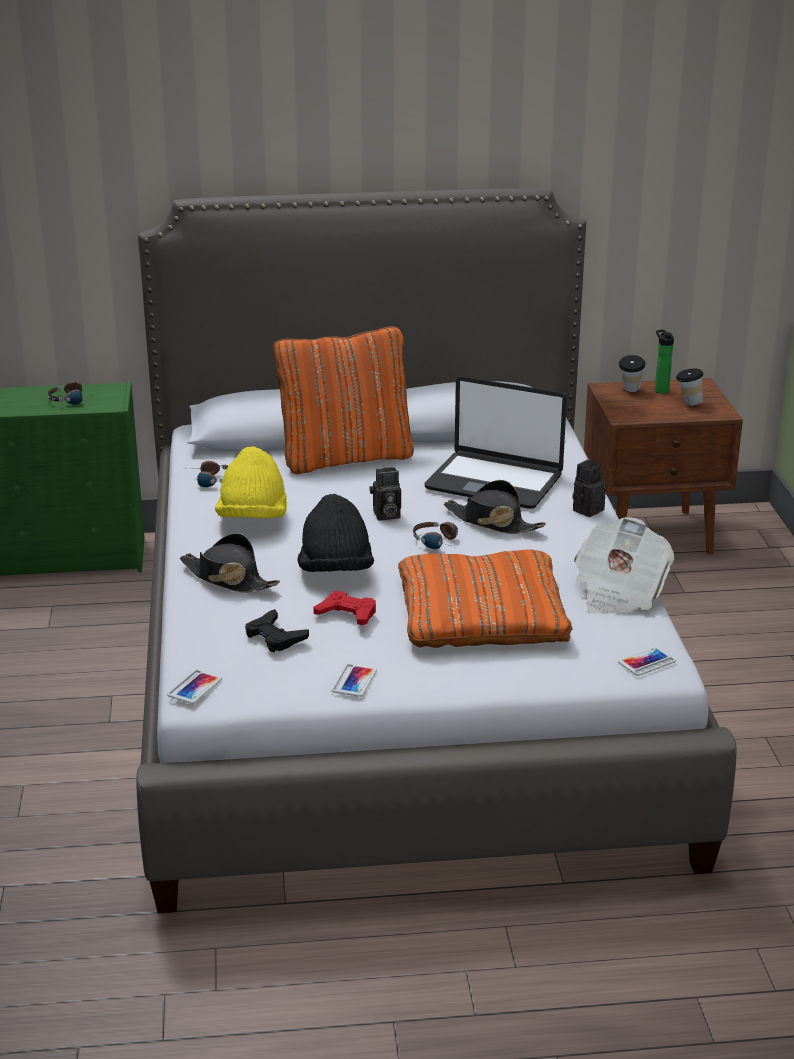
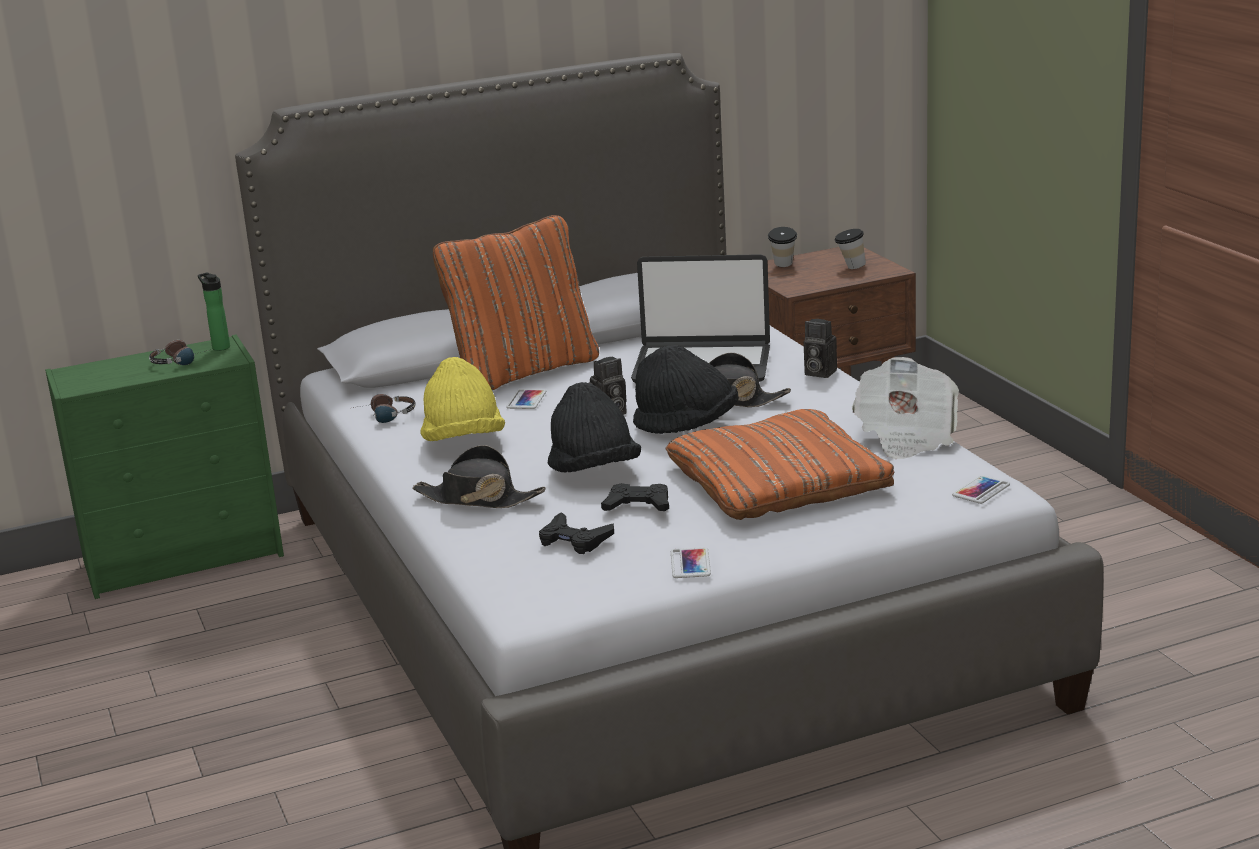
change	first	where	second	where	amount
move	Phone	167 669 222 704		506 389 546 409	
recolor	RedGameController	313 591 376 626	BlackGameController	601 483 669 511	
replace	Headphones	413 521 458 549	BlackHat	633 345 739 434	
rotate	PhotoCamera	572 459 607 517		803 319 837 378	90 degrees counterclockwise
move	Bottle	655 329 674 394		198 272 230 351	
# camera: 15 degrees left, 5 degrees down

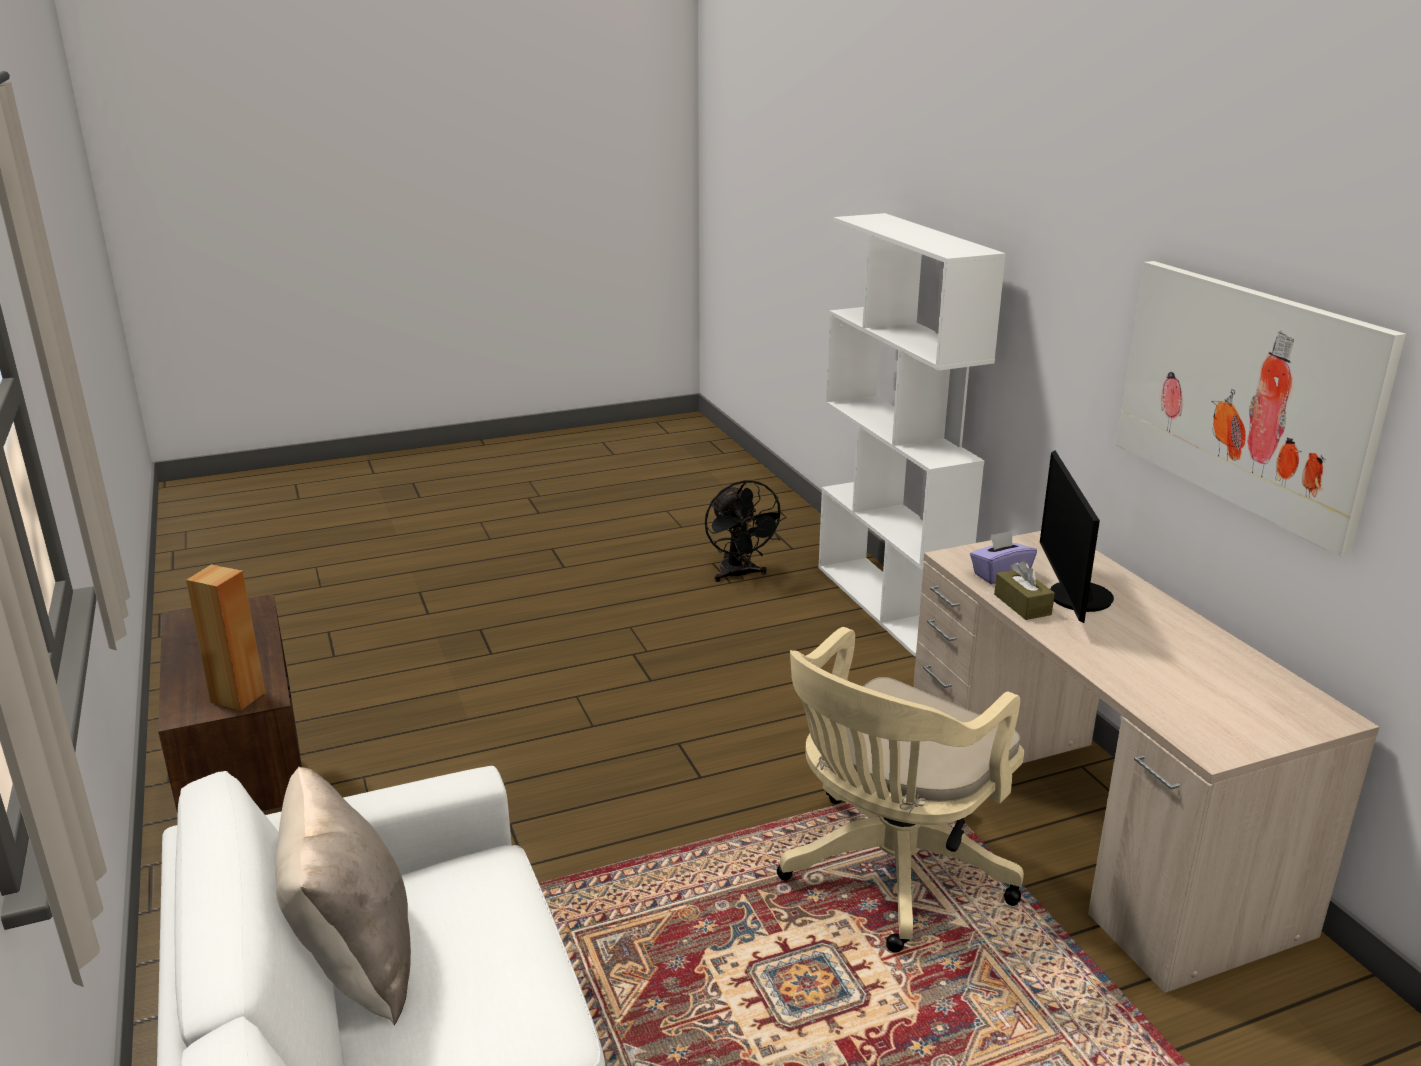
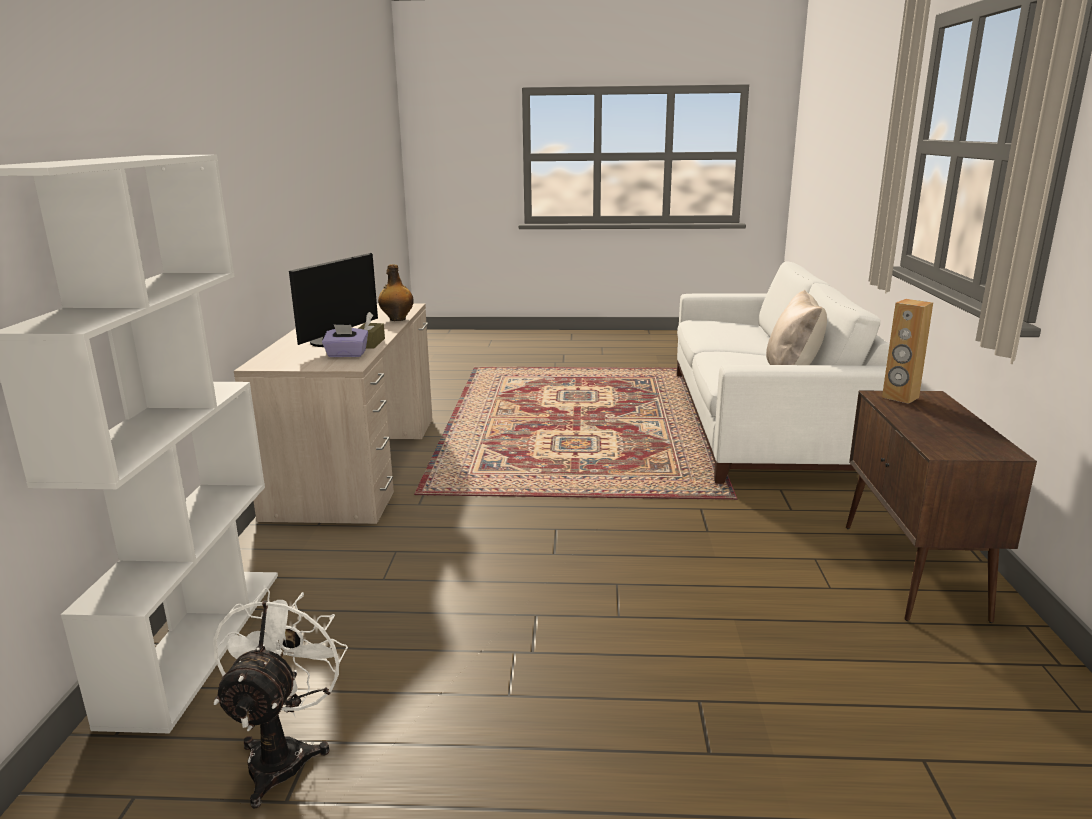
change	first	where	second	where	amount
recolor	BlackFan	705 480 786 582	WhiteFan	213 588 348 809	
delete	BeigeOfficeChair	777 627 1024 953			
delete	Picture	1116 261 1406 556			
insert			Bottle	378 264 414 321	
# camera: 155 degrees left, 5 degrees down

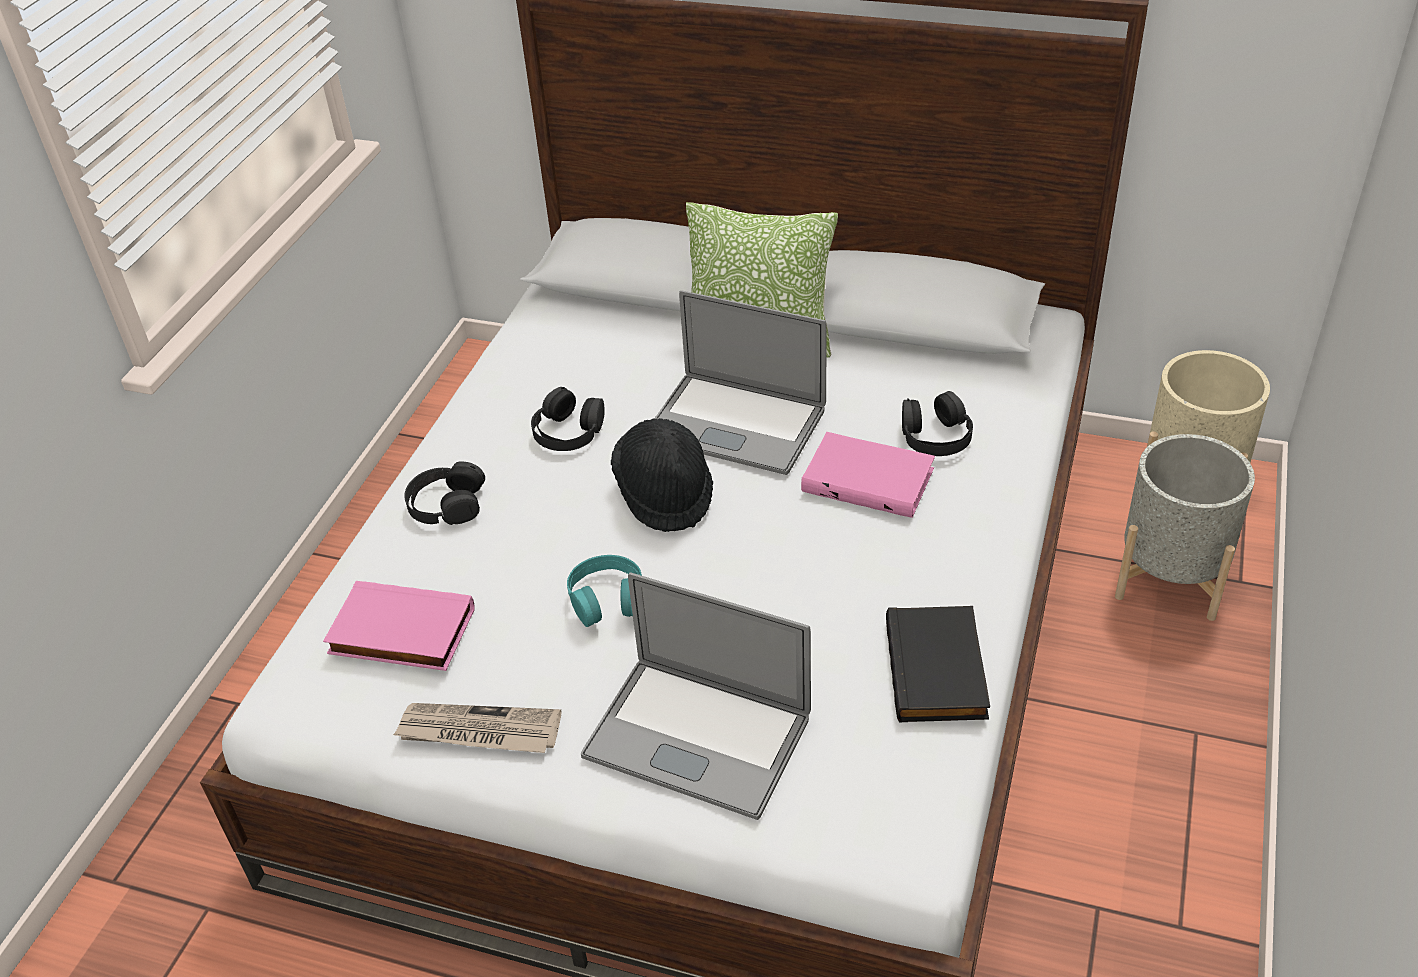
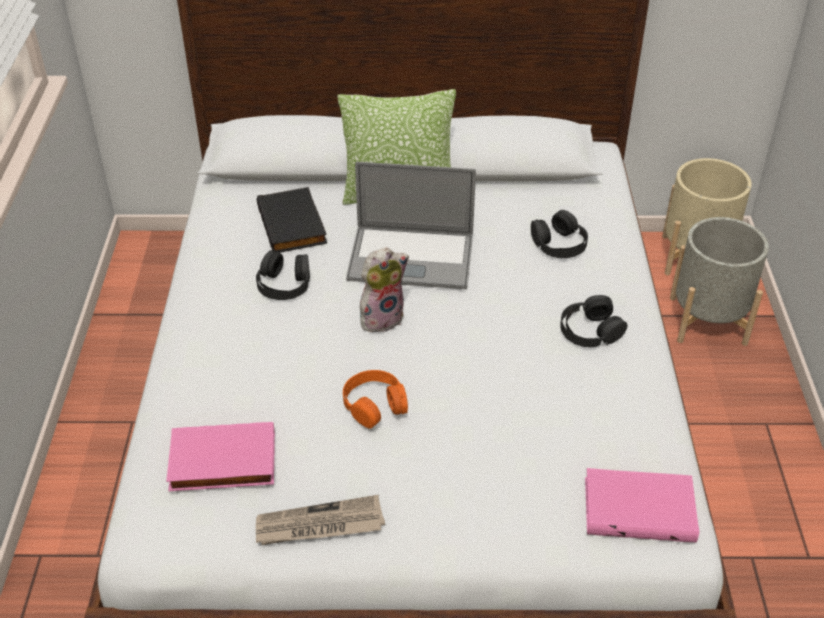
change	first	where	second	where	amount
move	BlackHeadphones	404 461 485 525		560 295 627 347	
recolor	TurquoiseHeadphones	567 555 642 627	OrangeHeadphones	343 370 408 429	
delete	Laptop	581 572 811 820			
replace	BlackHat	611 418 713 532	PlushToy	360 247 409 335	
move	PinkBook	801 432 935 518		585 468 699 542	
move	BlackBook	886 606 990 722		257 187 327 253	
# camera: 20 degrees left, 0 degrees up

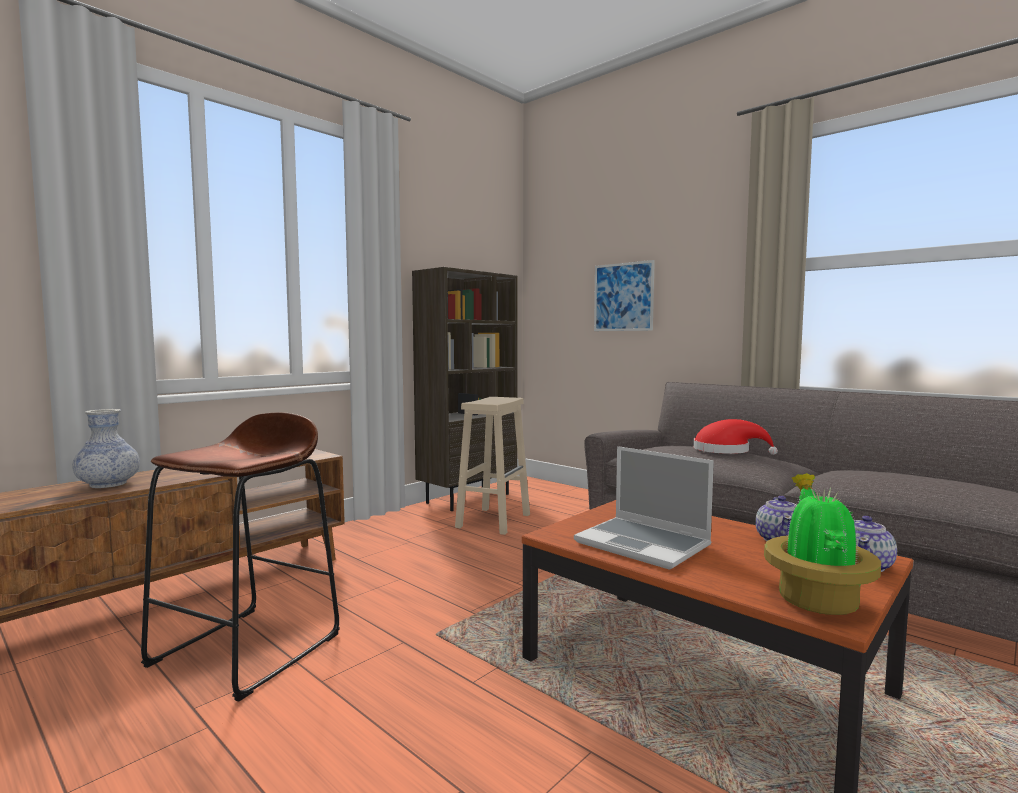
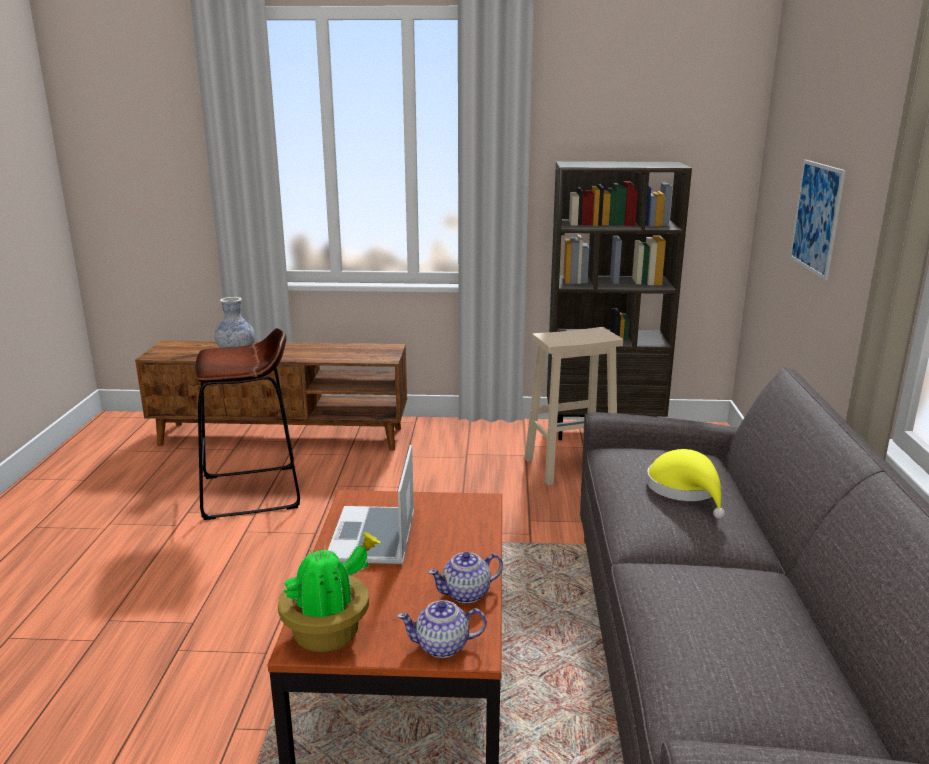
change	first	where	second	where	amount
recolor	RedHat	693 419 778 455	YellowHat	647 449 725 519	
# camera: 50 degrees right, 15 degrees up

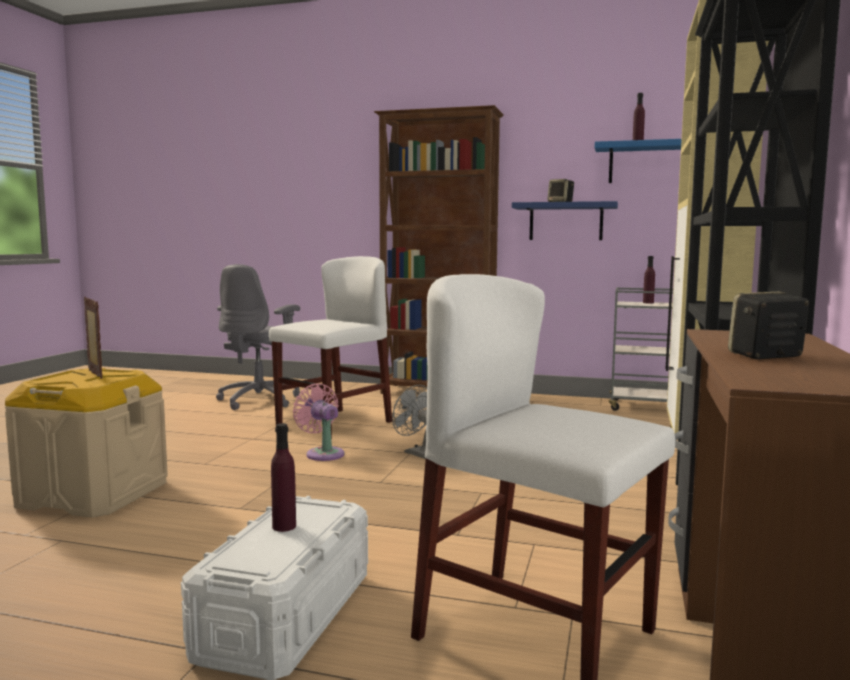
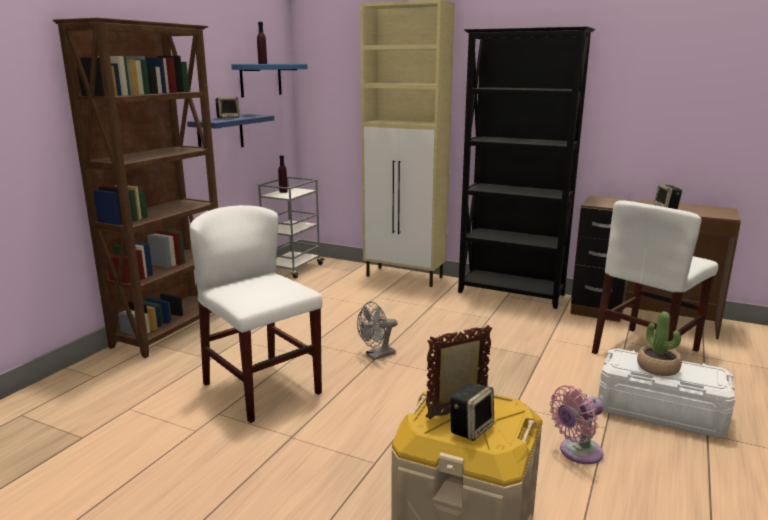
change	first	where	second	where	amount
delete	GreyOfficeChair	216 264 300 410			
replace	PurpleBottle	271 423 296 532	PottedPlant	637 311 682 376	
move	PinkFan	293 383 344 461		549 385 603 464	
insert			Speaker	450 382 494 441	
# camera: 80 degrees left, 10 degrees up

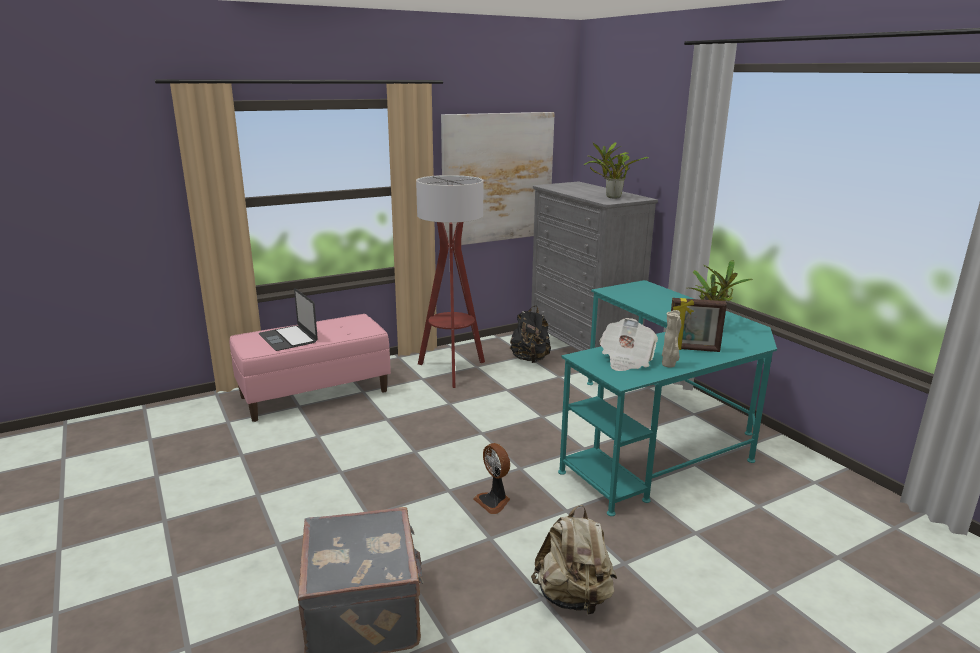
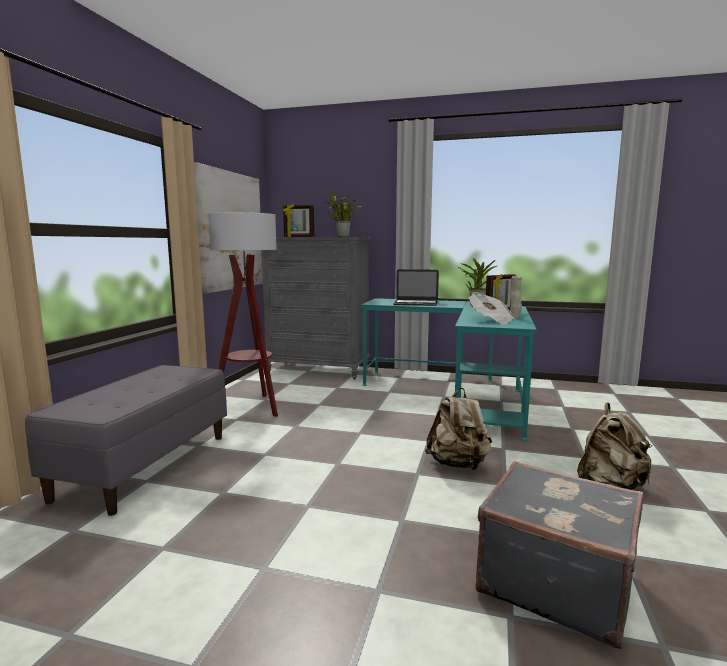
change	first	where	second	where	amount
recolor	PinkBench	230 314 391 422	GreyBench	25 365 227 516	
move	Laptop	259 288 318 351		393 269 439 306	
replace	Fan	473 443 510 514	BeigeBackpack	425 388 492 470	
delete	BlackBackpack	510 306 551 363			
insert			PictureFrame	283 204 314 237	
# camera: 45 degrees left, 10 degrees down

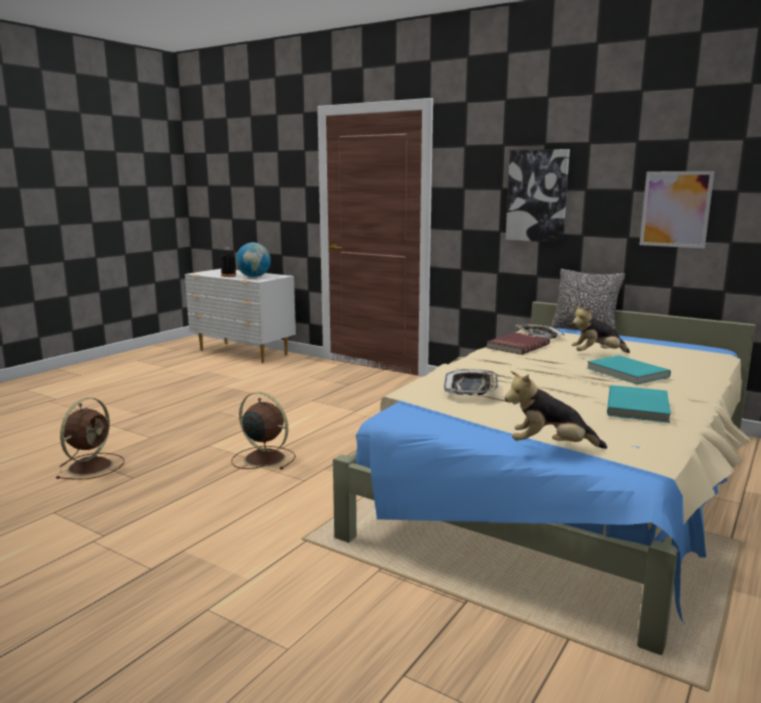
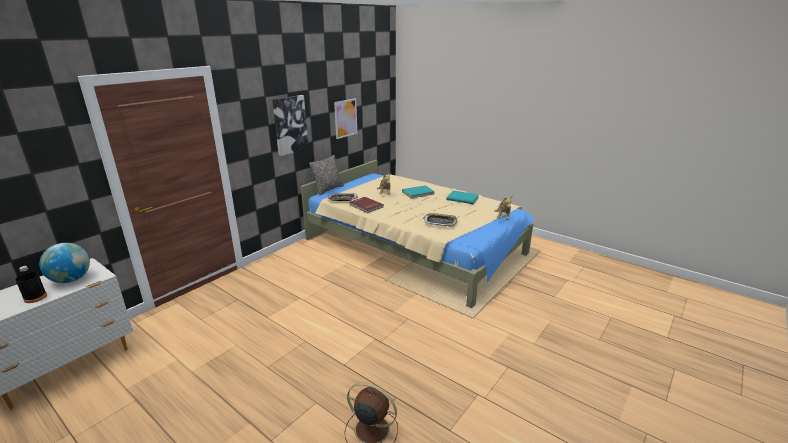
change	first	where	second	where	amount
delete	BrownFan	231 392 296 470			
# camera: 85 degrees left, 10 degrees up

